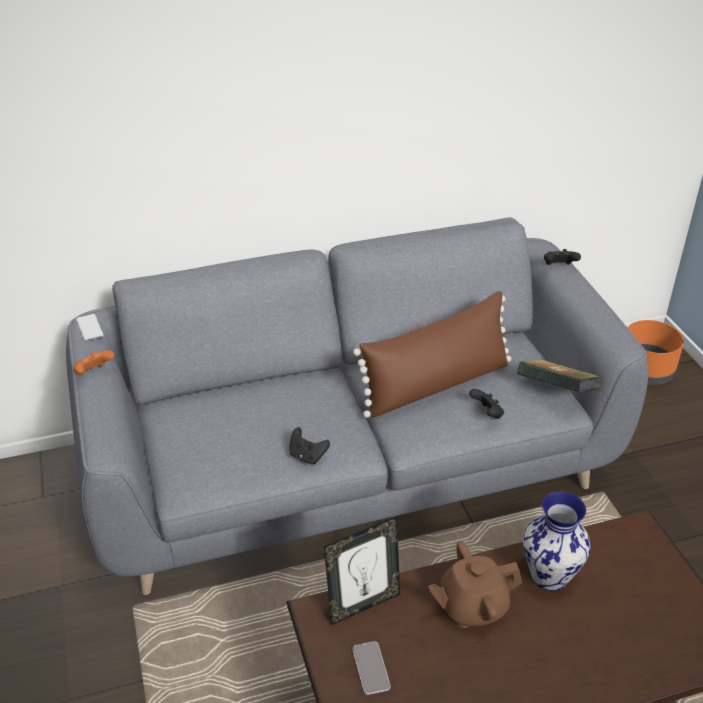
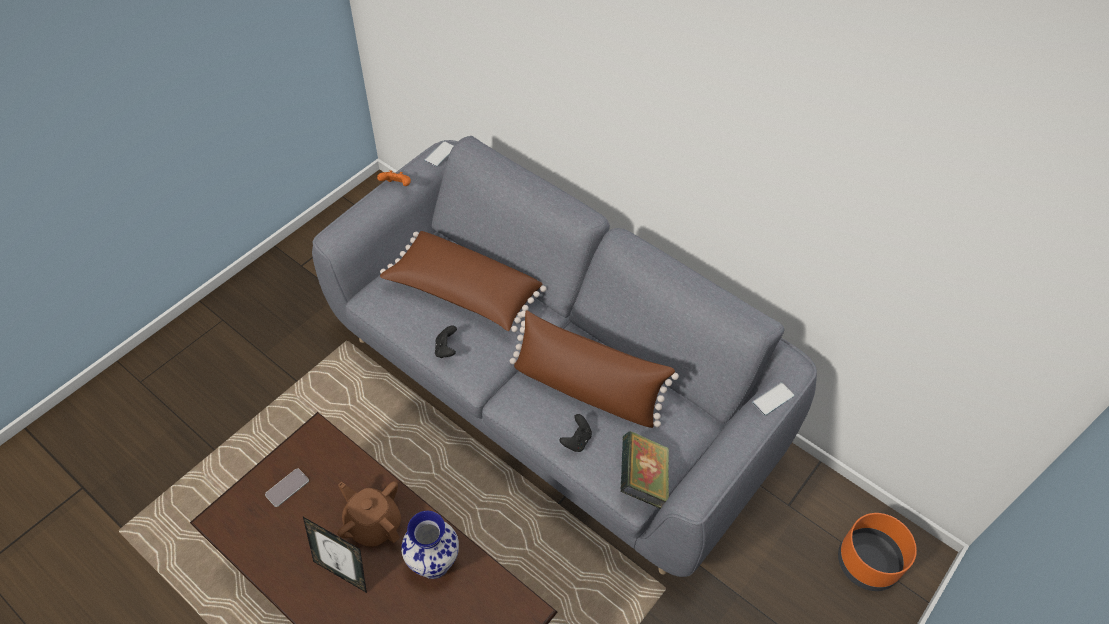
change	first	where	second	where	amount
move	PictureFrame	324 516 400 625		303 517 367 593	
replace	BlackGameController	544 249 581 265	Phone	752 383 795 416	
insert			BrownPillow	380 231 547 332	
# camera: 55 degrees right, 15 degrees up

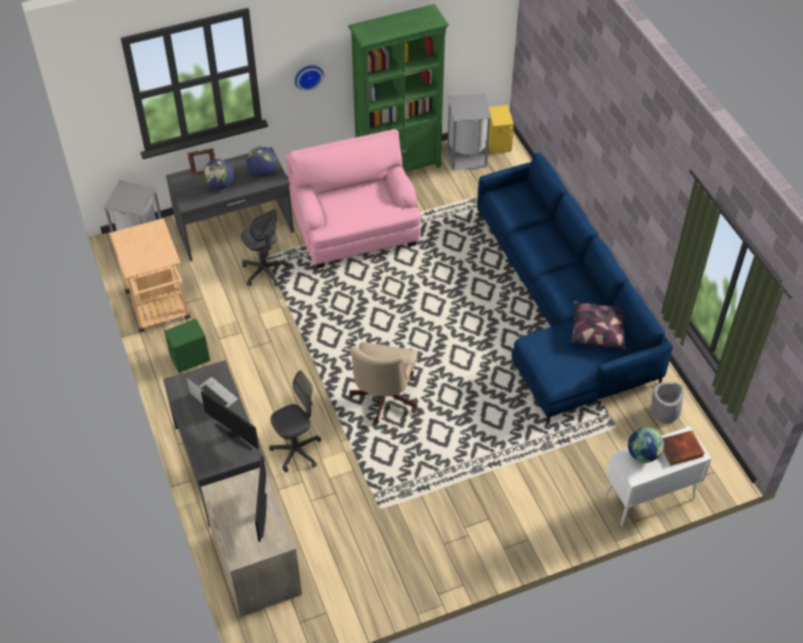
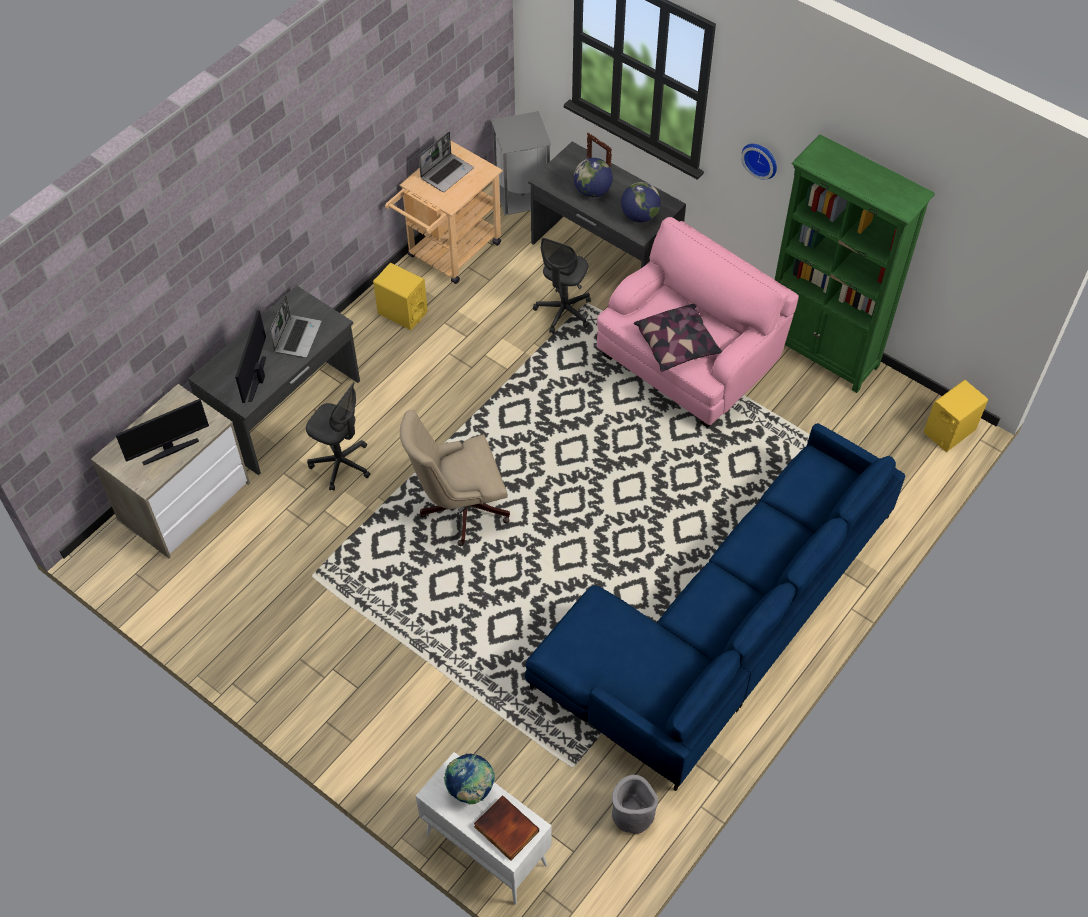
change	first	where	second	where	amount
recolor	GreenSpeaker	164 319 210 373	YellowSpeaker	373 263 427 330	
delete	GreyTrashCan	446 93 492 170			
move	Pillow	571 301 626 349		634 303 723 372	
insert			Laptop	419 132 474 192	
# camera: 60 degrees right, 5 degrees up

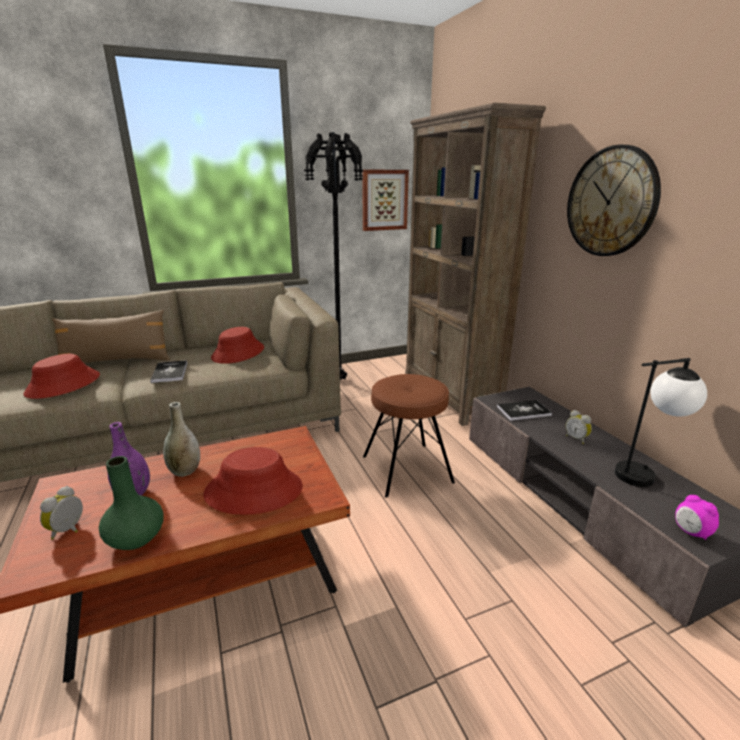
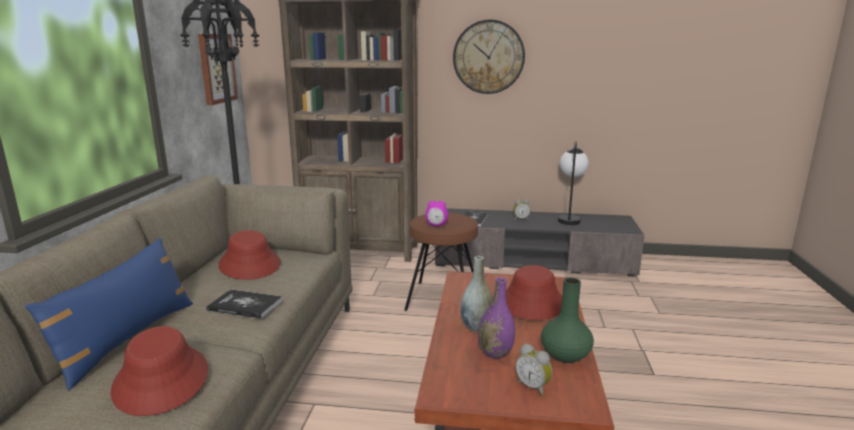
change	first	where	second	where	amount
recolor	BrownPillow	52 310 170 363	BluePillow	25 238 193 391	
move	AlarmClock	675 495 719 540		425 201 448 226	
# camera: 60 degrees left, 5 degrees down

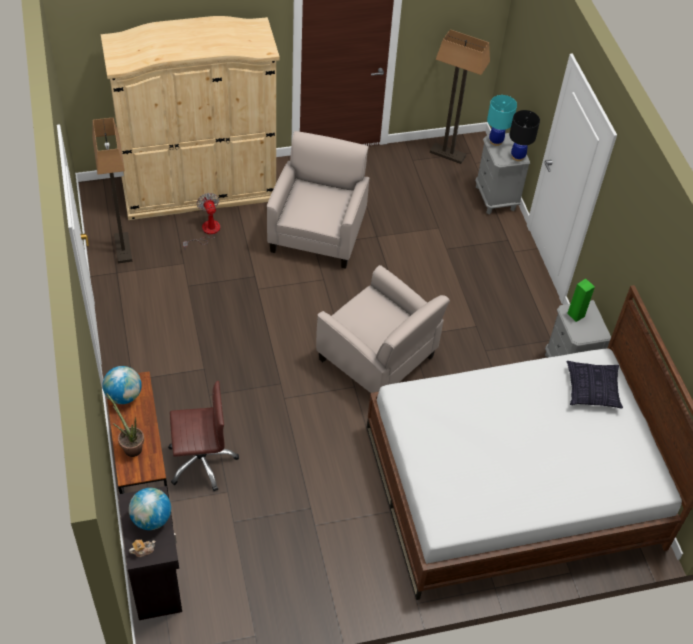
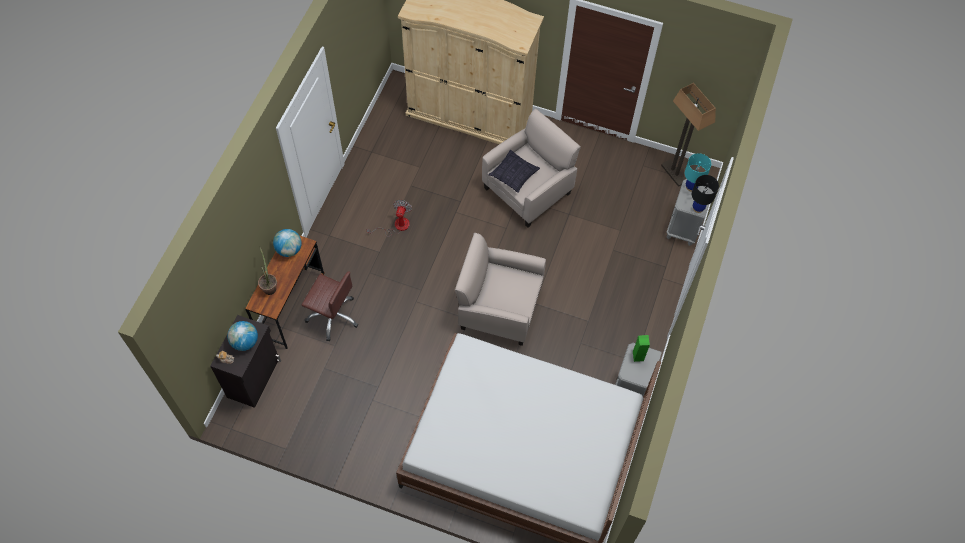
change	first	where	second	where	amount
delete	FloorLamp	92 117 132 264			
move	Fan	183 193 220 249		366 200 412 237	
rotate	BeigeArmchair	316 265 450 393		455 233 546 346	120 degrees clockwise
move	Pillow	567 361 623 408		488 150 540 193	
# camera: 35 degrees right, 10 degrees up

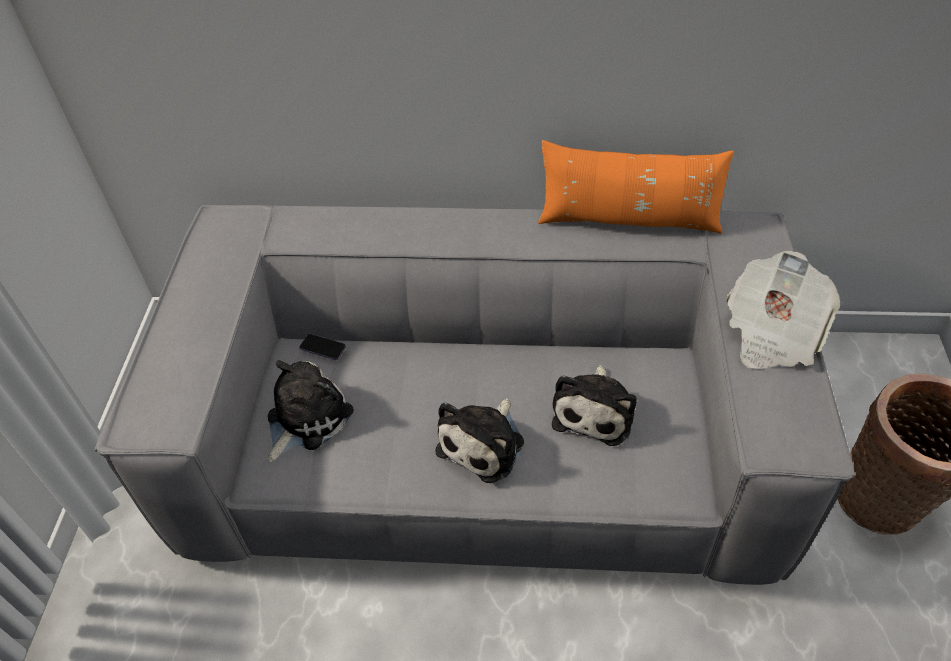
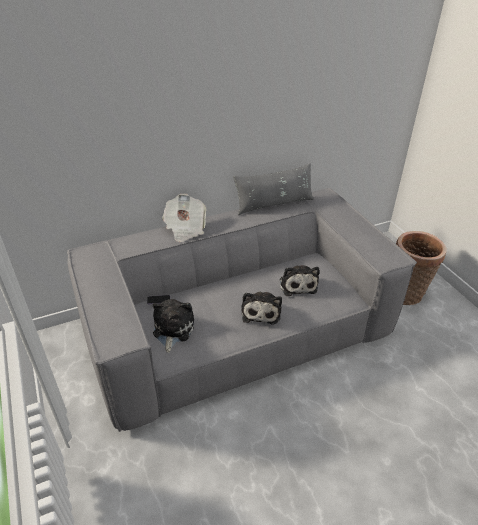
change	first	where	second	where	amount
recolor	OrangePillow	538 140 734 233	GreyPillow	233 163 314 215	
move	Newspaper	726 251 840 369		162 194 206 242	
# camera: 30 degrees left, 10 degrees down

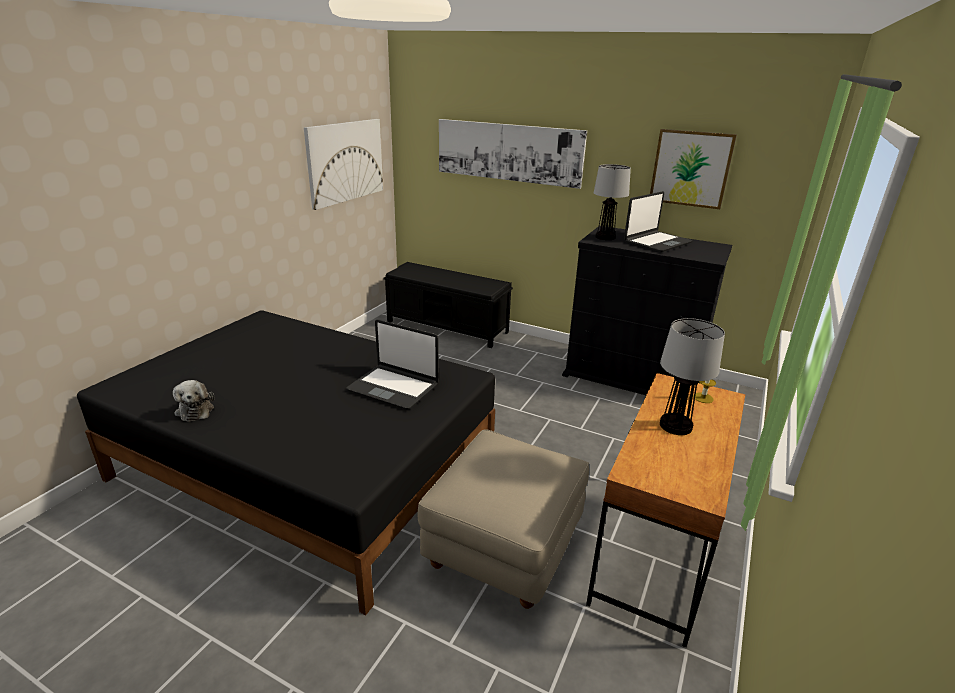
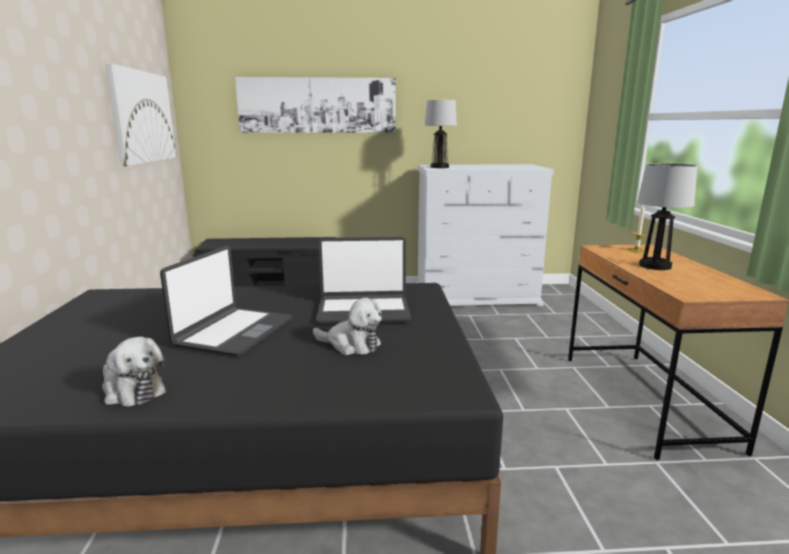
change	first	where	second	where	amount
delete	BeigeOttoman	417 429 589 609			
recolor	BlackDresser	562 226 732 395	WhiteDresser	416 164 554 306	
move	Laptop	624 191 693 252		160 246 292 356	
delete	Picture	650 129 737 209			
insert			PlushToy	313 298 382 355	
# camera: 30 degrees left, 10 degrees down

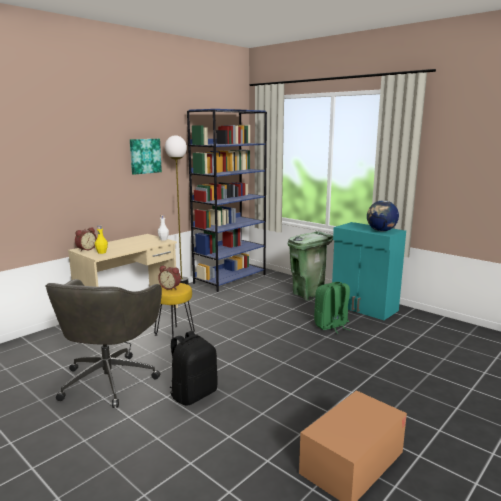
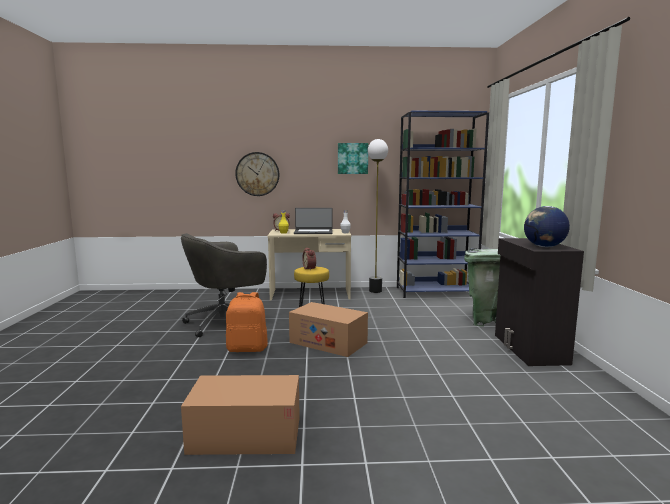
change	first	where	second	where	amount
recolor	BlackBackpack	169 331 218 406	OrangeBackpack	226 292 268 352	
delete	GreenBackpack	314 282 350 334			
recolor	TurquoiseCabinet	332 222 406 320	BlackCabinet	495 238 584 366	
insert			WallClock	235 152 279 196	
insert			CardboardBox	289 302 368 357	
insert			Laptop	294 208 333 234	
# camera: 45 degrees right, 5 degrees down

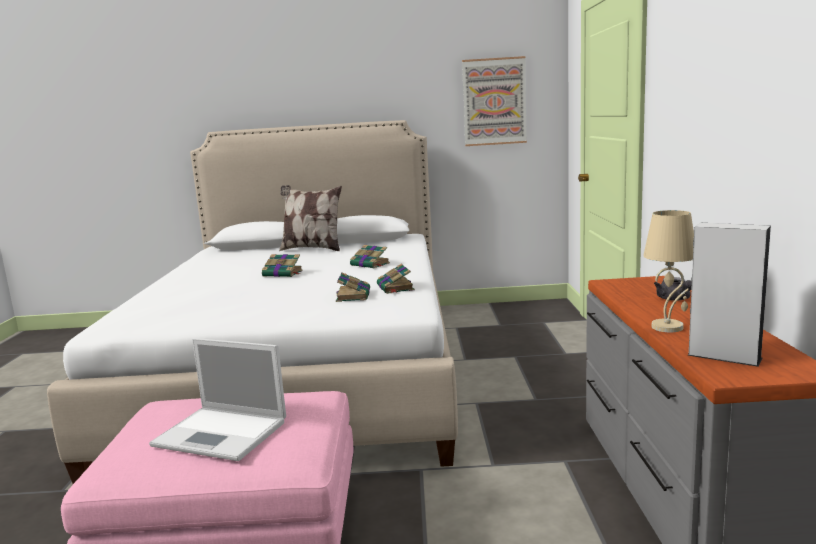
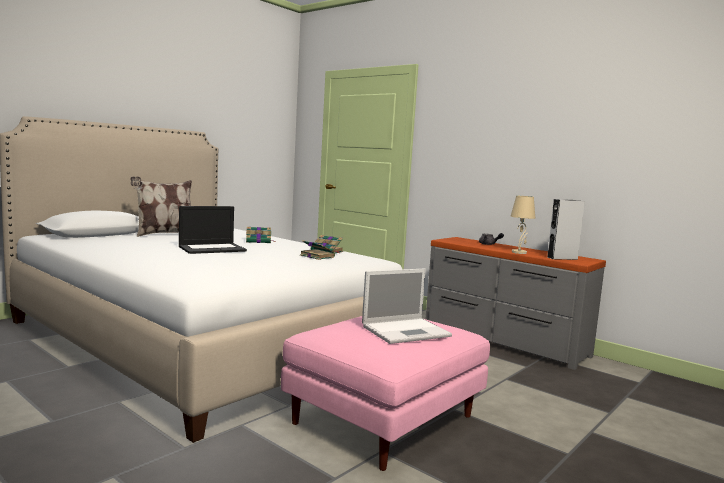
change	first	where	second	where	amount
replace	Book	262 254 303 277	Laptop	179 206 247 254	
delete	Picture	462 56 527 146			
# camera: 50 degrees left, 5 degrees down

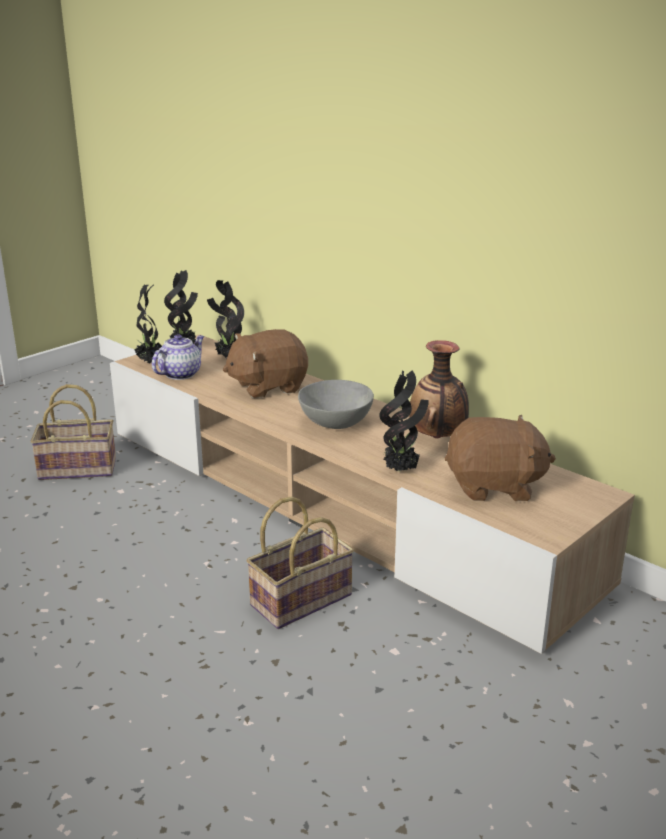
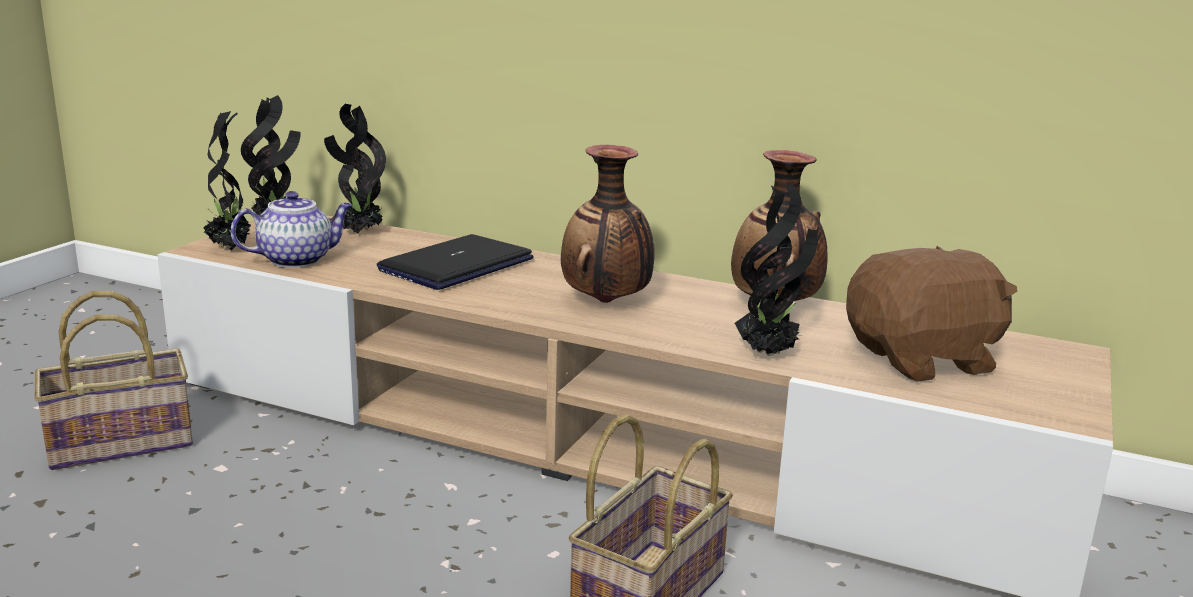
change	first	where	second	where	amount
rotate	Teapot	152 334 204 380		231 191 353 268	45 degrees clockwise
replace	BrownPlushToy	223 329 308 398	Laptop	377 234 534 290	
replace	GreyBowl	298 380 374 429	Vase	561 145 655 303	
# camera: 20 degrees left, 5 degrees down

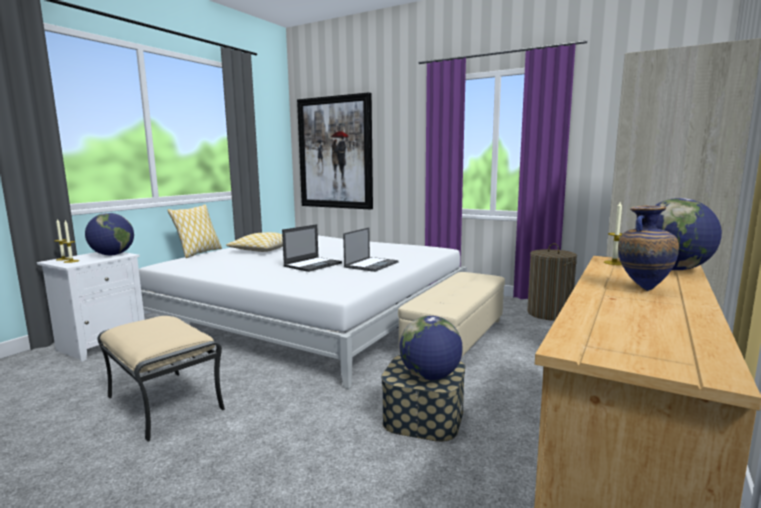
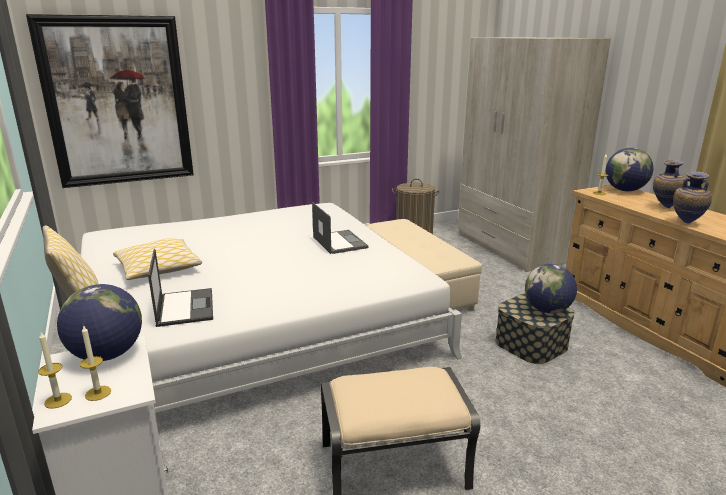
change	first	where	second	where	amount
move	Laptop	282 224 342 272		148 249 213 327	
insert			Vase	673 172 712 224	
# camera: 55 degrees left, 10 degrees up

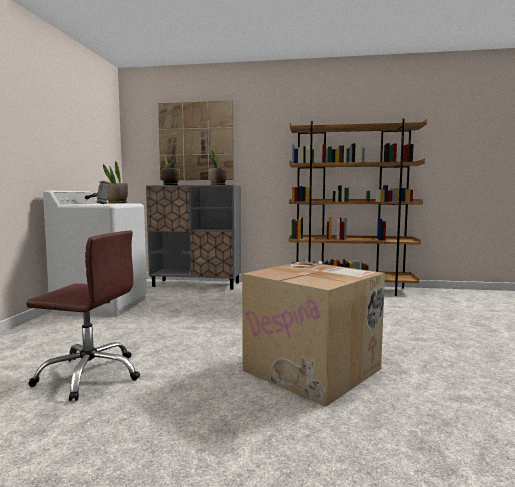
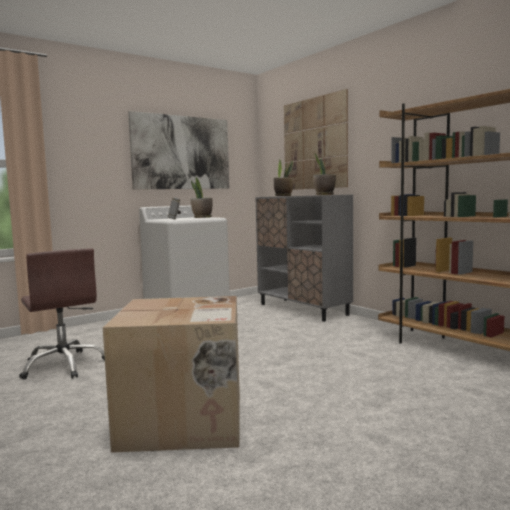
change	first	where	second	where	amount
insert			Picture	128 111 229 190	
# camera: 45 degrees right, 0 degrees up

